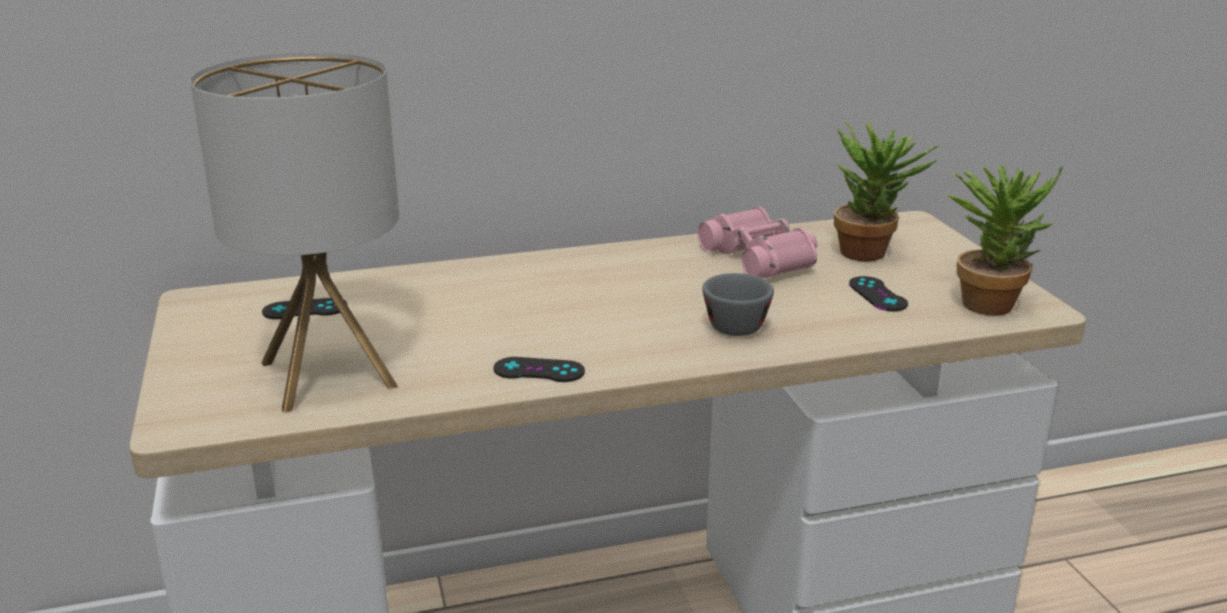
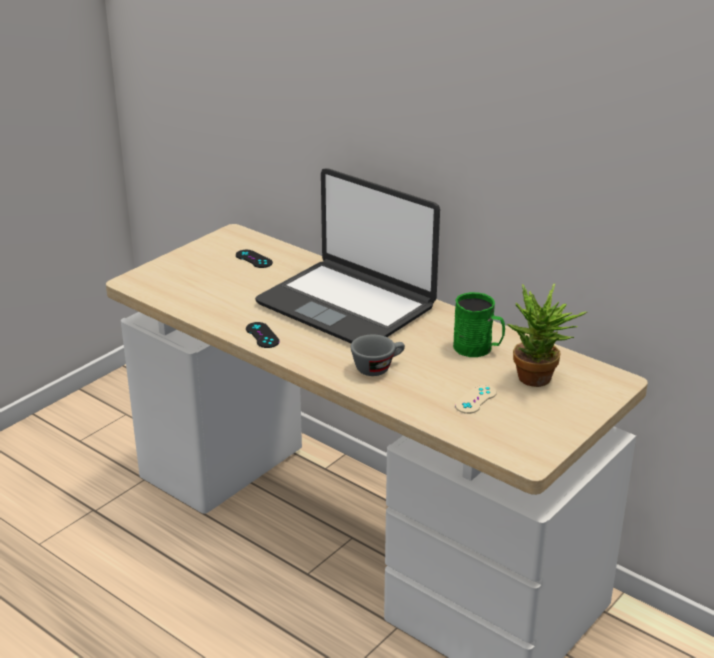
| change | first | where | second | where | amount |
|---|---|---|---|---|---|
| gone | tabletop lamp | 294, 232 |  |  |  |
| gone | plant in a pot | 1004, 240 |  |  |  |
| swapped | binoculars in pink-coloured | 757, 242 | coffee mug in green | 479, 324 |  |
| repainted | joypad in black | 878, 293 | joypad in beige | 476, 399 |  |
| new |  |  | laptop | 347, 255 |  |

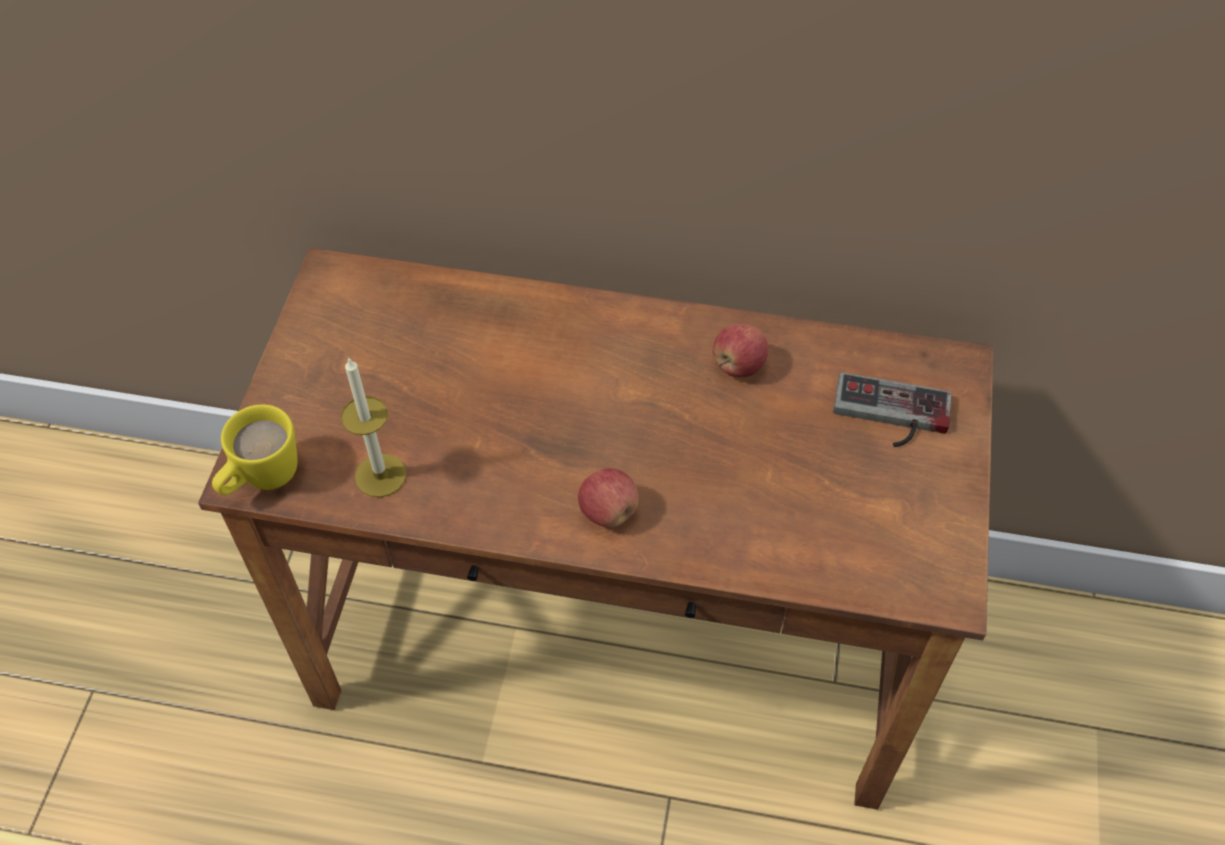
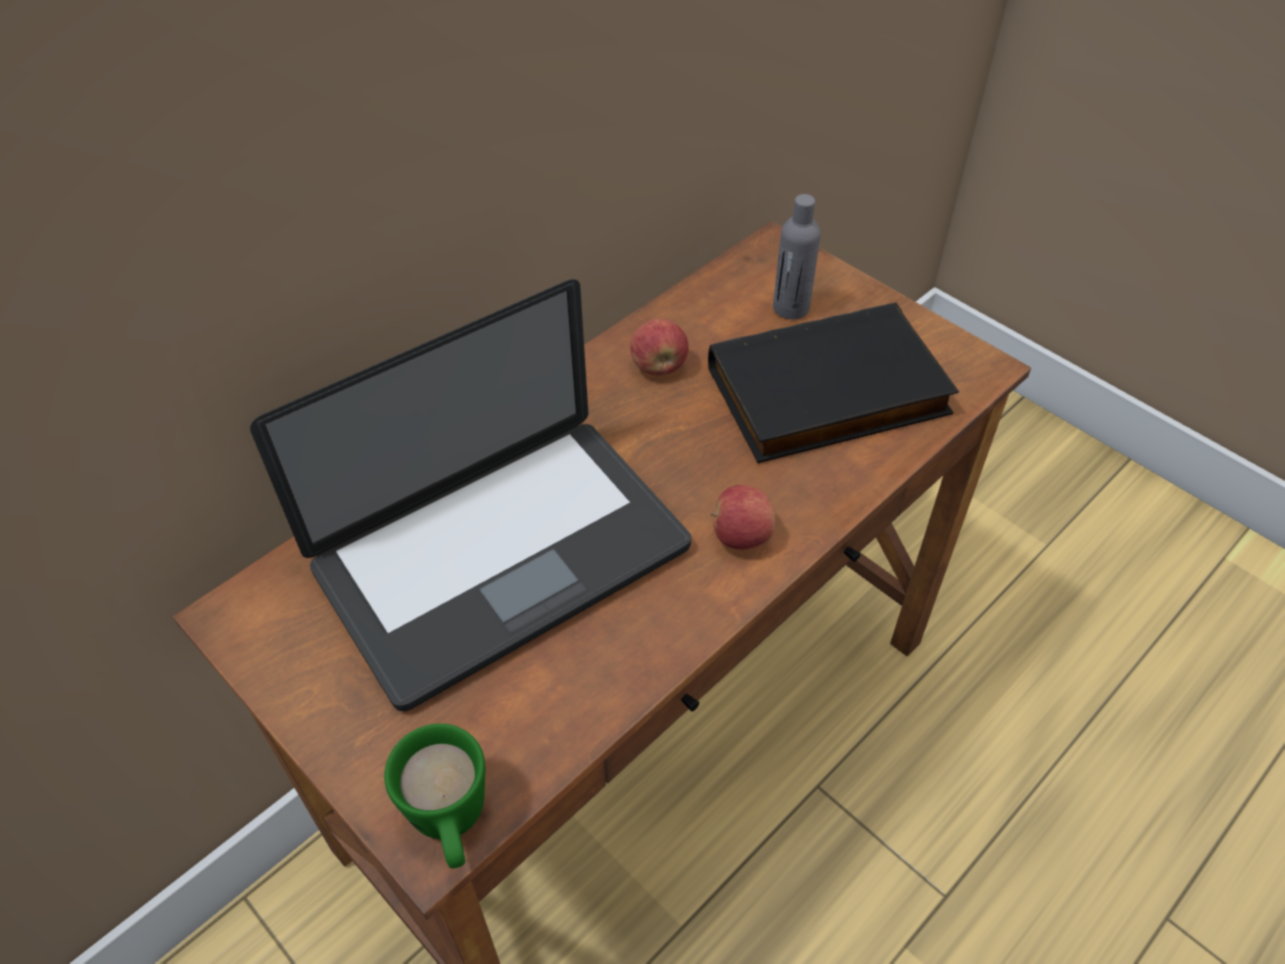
| change | first | where | second | where | amount |
|---|---|---|---|---|---|
| gone | wax candle | 373, 427 |  |  |  |
| swapped | joypad | 892, 409 | drink bottle in grey | 797, 256 |  |
| repainted | coffee mug in yellow-coloured | 255, 449 | coffee mug in green | 434, 796 |  |
| new |  |  | laptop | 470, 495 |  |
| new |  |  | bound book in black | 833, 382 |  |

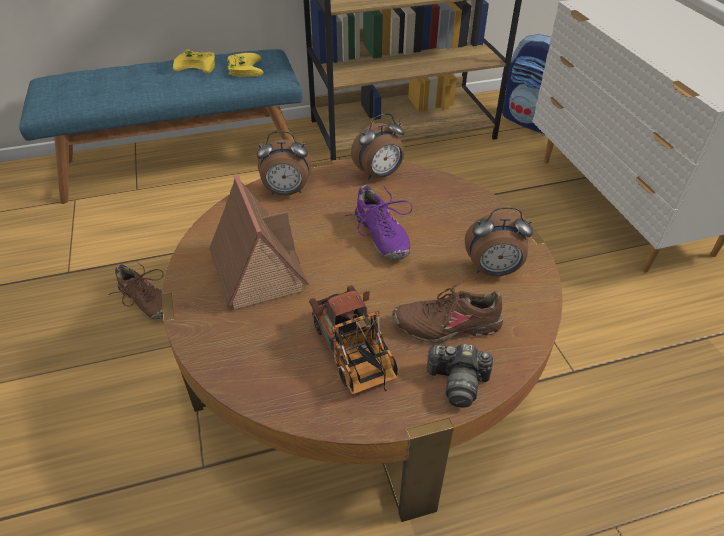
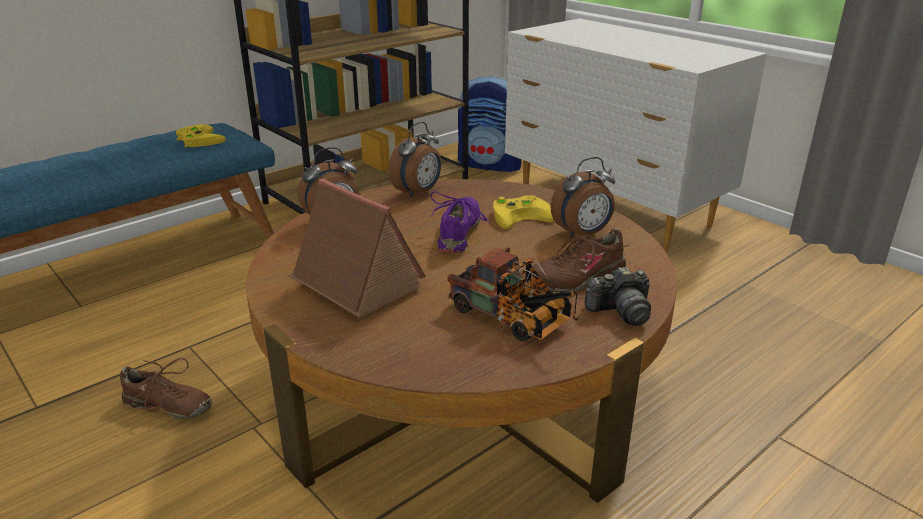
| change | first | where | second | where | amount |
|---|---|---|---|---|---|
| shifted | joypad in yellow-coloured | 194, 61 |  | 523, 212 |  |
| rotated | low shoe in purple | 379, 222 |  | 460, 222 | 120 degrees counterclockwise |

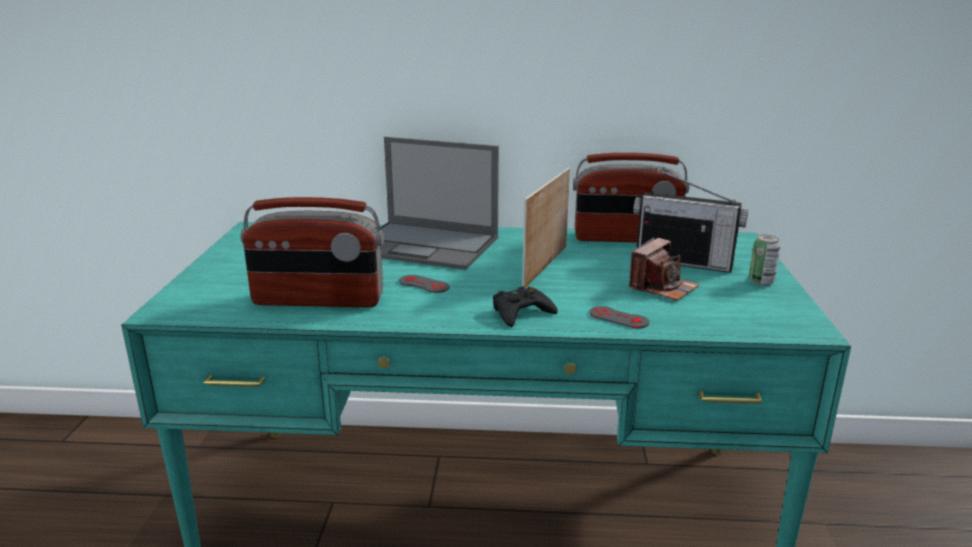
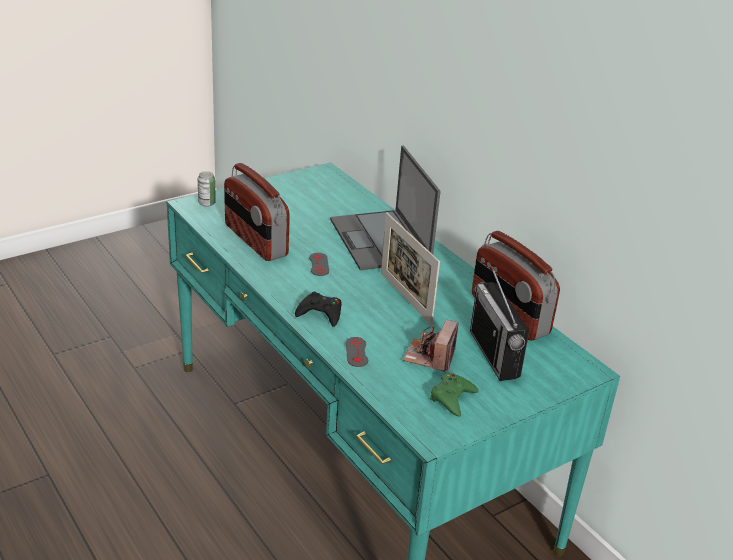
| change | first | where | second | where | amount |
|---|---|---|---|---|---|
| rotated | picture frame | 546, 227 |  | 410, 269 | 105 degrees counterclockwise |
| shifted | metal can | 765, 260 |  | 207, 189 |  |
| rotated | still camera | 664, 269 |  | 431, 346 | 105 degrees clockwise |
| new |  |  | joypad in green | 454, 395 |  |

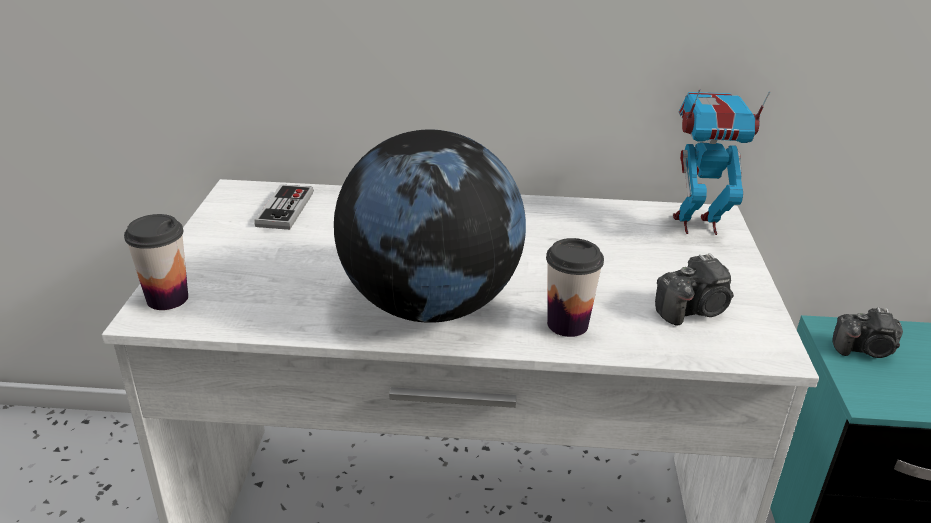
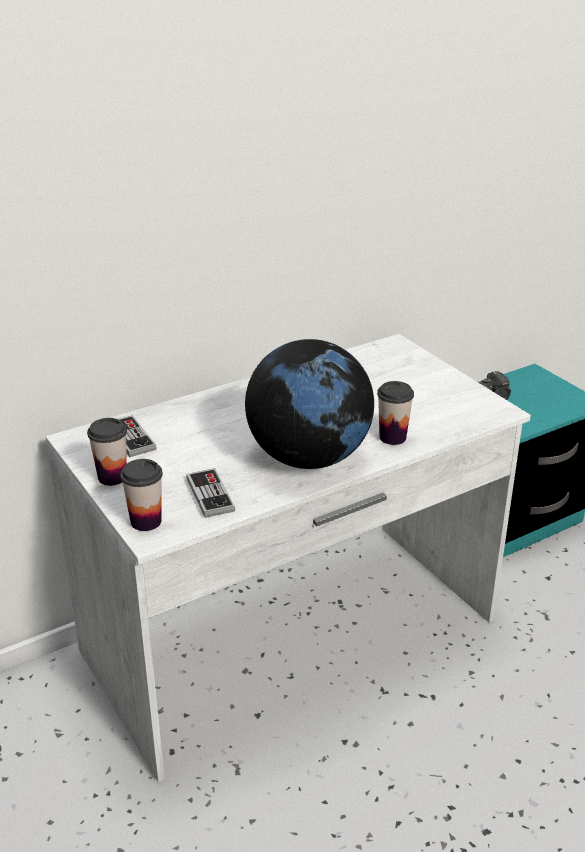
| change | first | where | second | where | amount |
|---|---|---|---|---|---|
| gone | robot figure | 721, 162 |  |  |  |
| gone | still camera | 694, 289 |  |  |  |
| new |  |  | drinking cup | 107, 452 |  |
| new |  |  | joypad | 210, 493 |  |

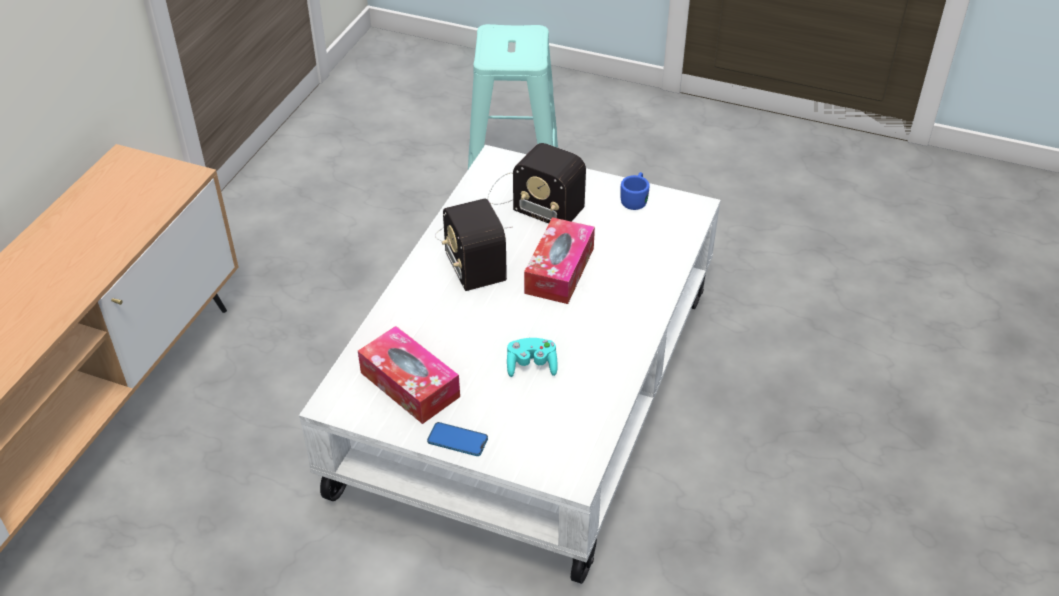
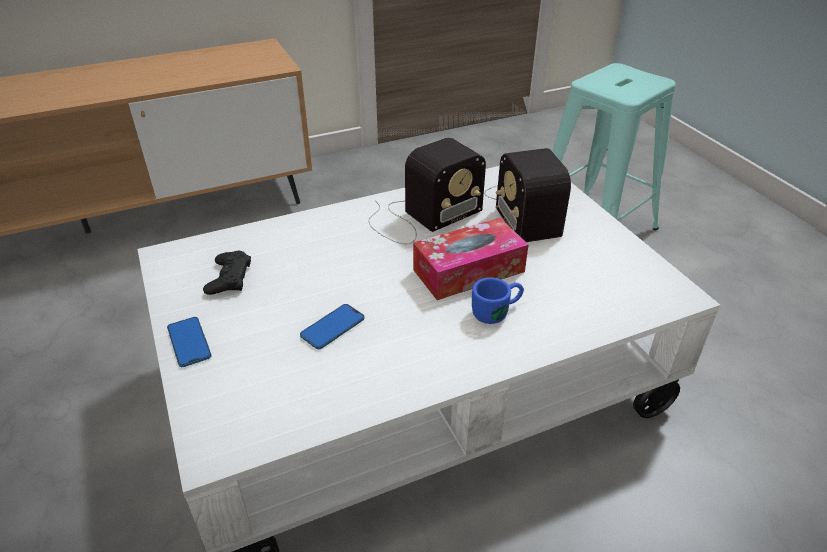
| change | first | where | second | where | amount |
|---|---|---|---|---|---|
| shifted | coffee mug in bluish | 635, 191 |  | 498, 300 |  |
| rotated | radio receiver | 474, 244 |  | 427, 190 | 150 degrees counterclockwise |
| swapped | box of tissues | 409, 375 | joypad in black | 227, 273 |  |
| swapped | joypad in turquoise | 532, 357 | handset | 332, 327 |  |

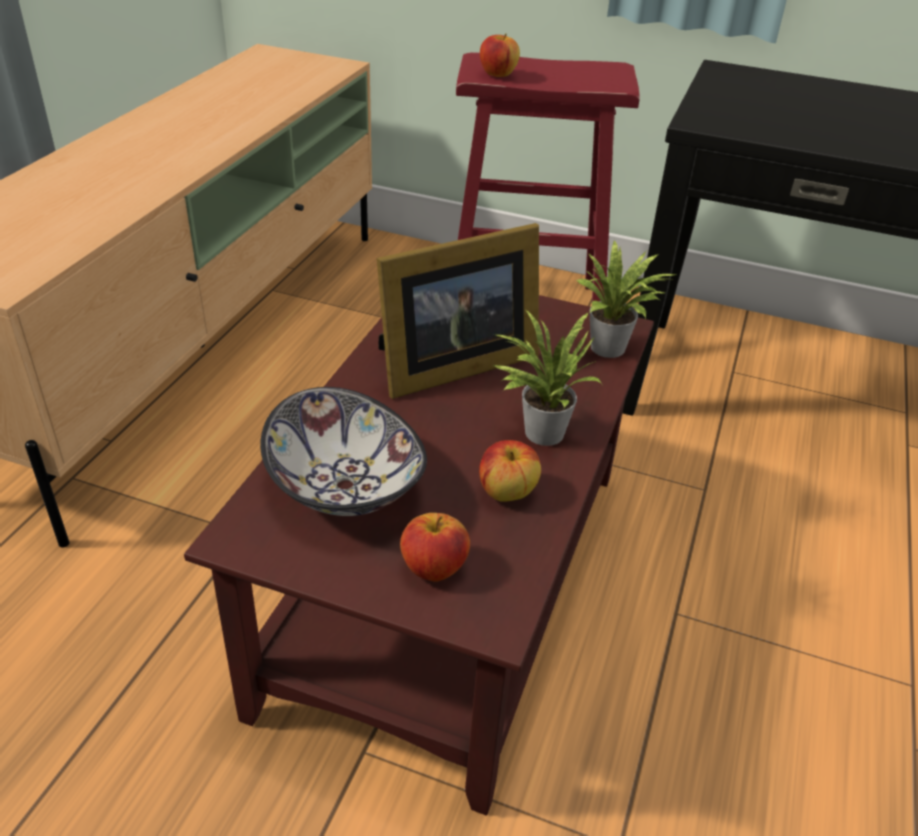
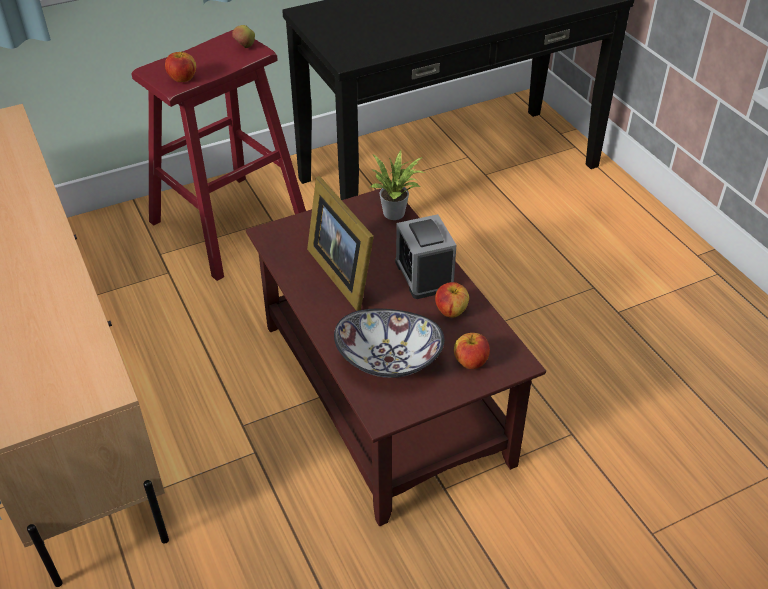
| change | first | where | second | where | amount |
|---|---|---|---|---|---|
| rotated | picture frame | 458, 311 |  | 340, 243 | 135 degrees clockwise |
| swapped | plant in a pot | 547, 377 | table clock | 425, 256 |  |
| new |  |  | apple | 243, 36 |  |

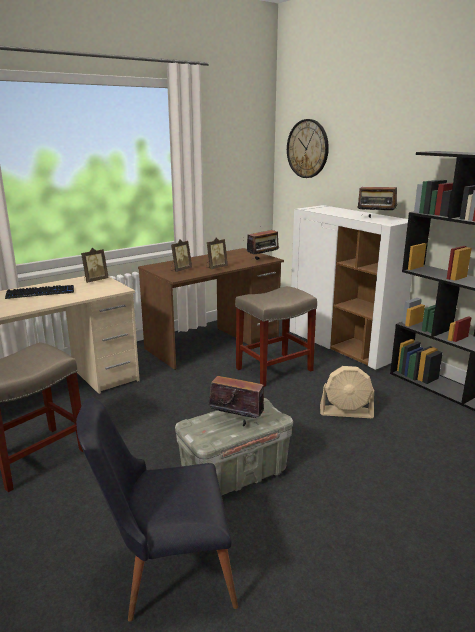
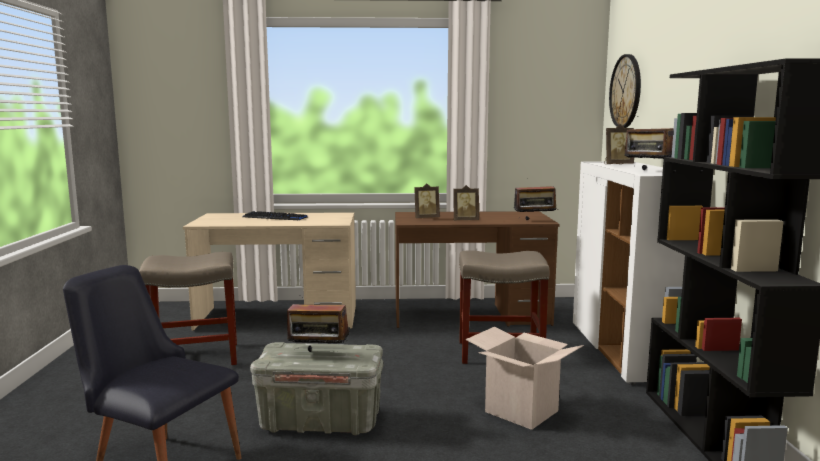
| change | first | where | second | where | amount |
|---|---|---|---|---|---|
| shifted | picture frame | 94, 265 |  | 619, 144 |  |
| swapped | fan in beige | 347, 392 | carton | 525, 378 |  |
| rotated | radio receiver | 236, 398 |  | 318, 323 | 135 degrees clockwise |

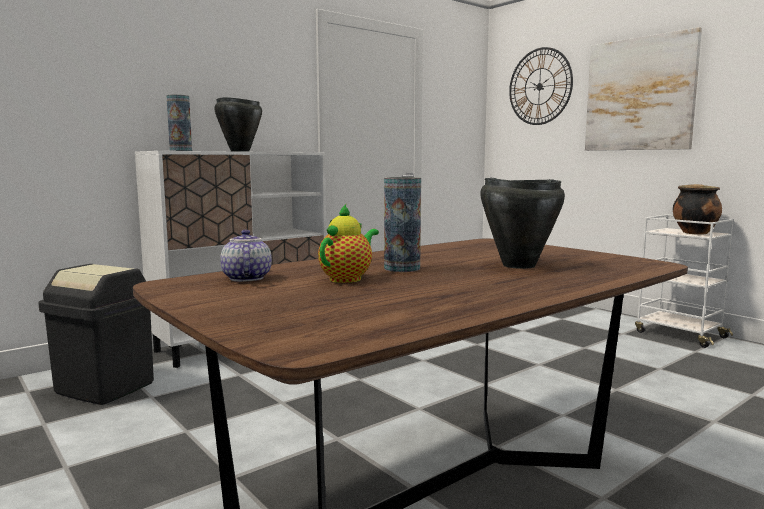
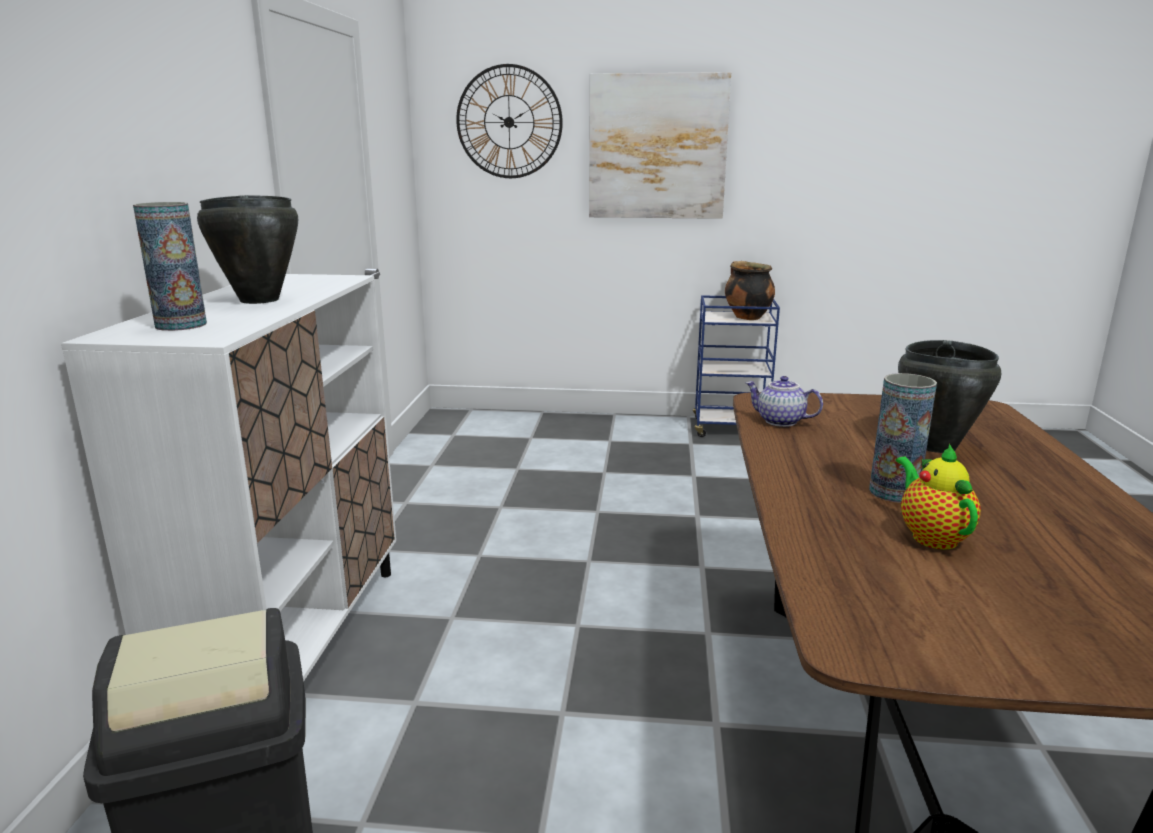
| change | first | where | second | where | amount |
|---|---|---|---|---|---|
| repainted | wheeled cart in white-coloured | 684, 281 | wheeled cart in bluish | 736, 366 |  |
| shifted | teapot | 246, 256 |  | 784, 401 |  |

